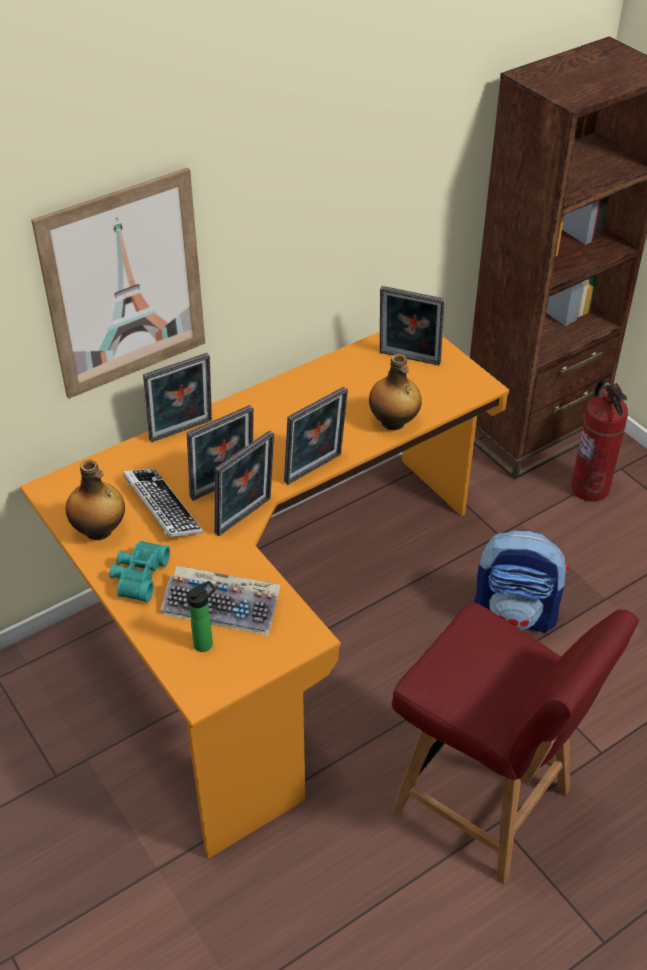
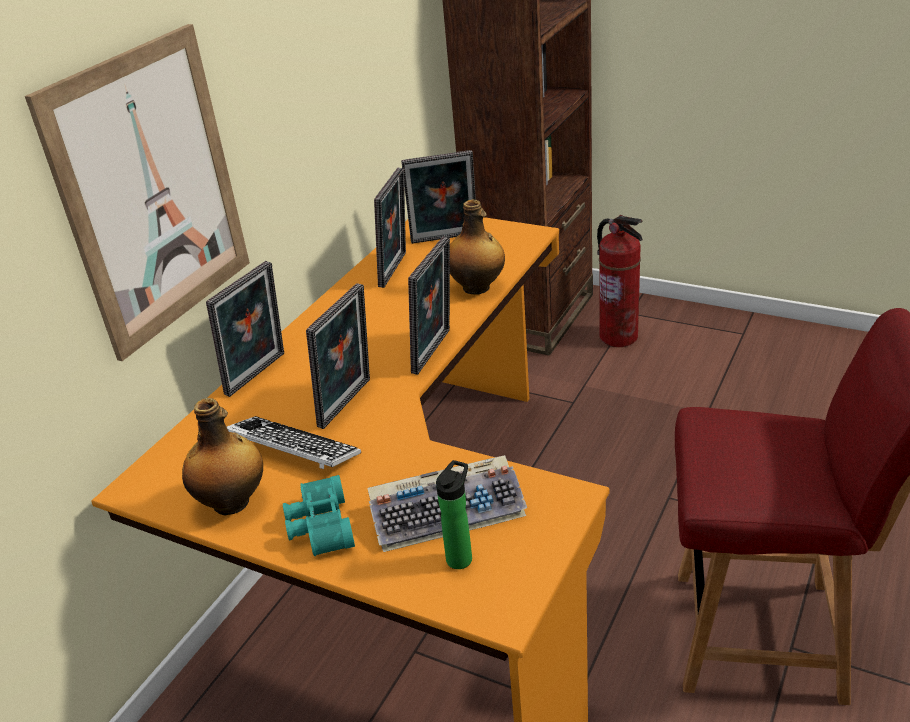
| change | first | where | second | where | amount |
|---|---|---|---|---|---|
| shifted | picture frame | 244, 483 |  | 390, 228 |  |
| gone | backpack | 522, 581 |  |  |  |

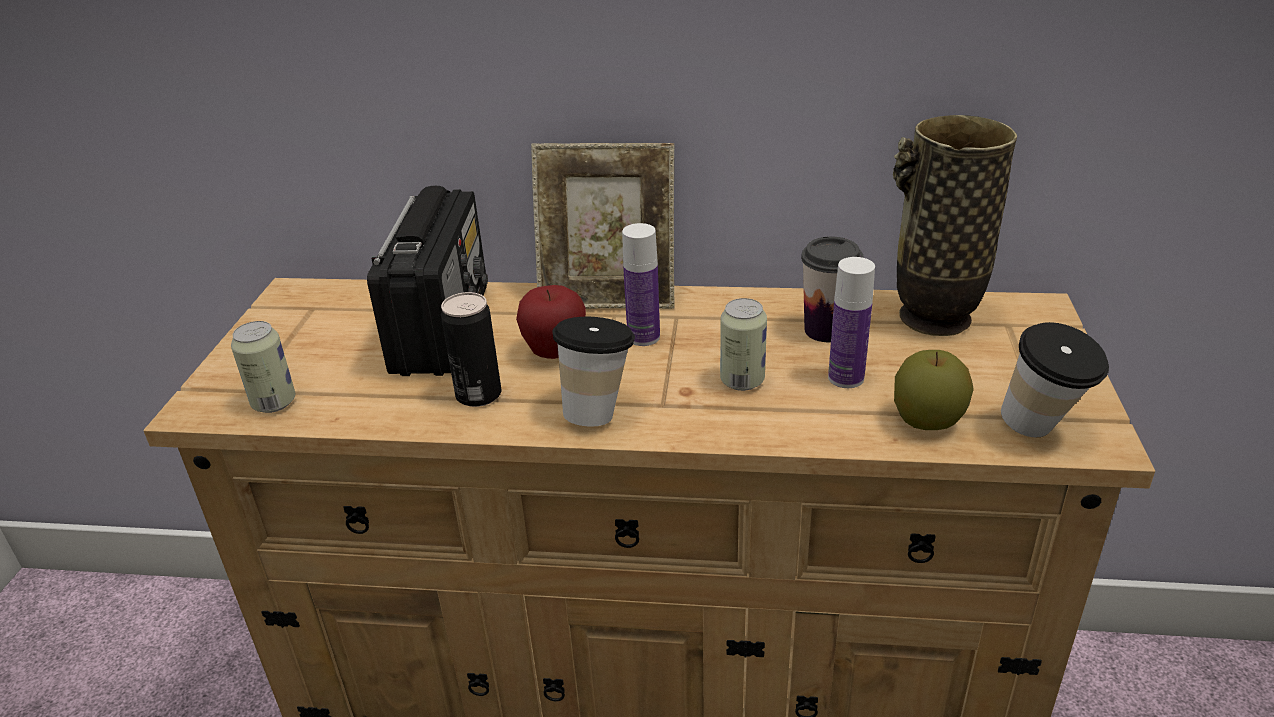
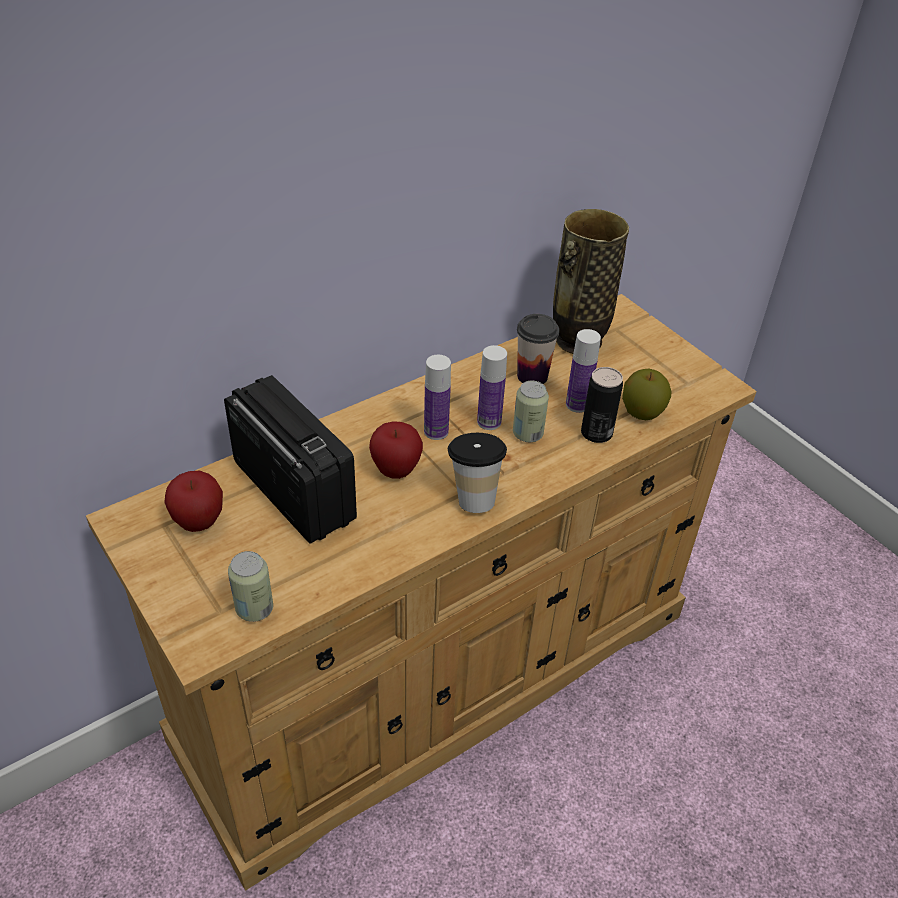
| change | first | where | second | where | amount |
|---|---|---|---|---|---|
| gone | picture frame | 603, 226 |  |  |  |
| shifted | metal can | 471, 349 |  | 602, 405 |  |
| gone | drinking cup | 1055, 379 |  |  |  |
| new |  |  | drink bottle | 492, 387 |  |
| new |  |  | apple | 193, 501 |  |

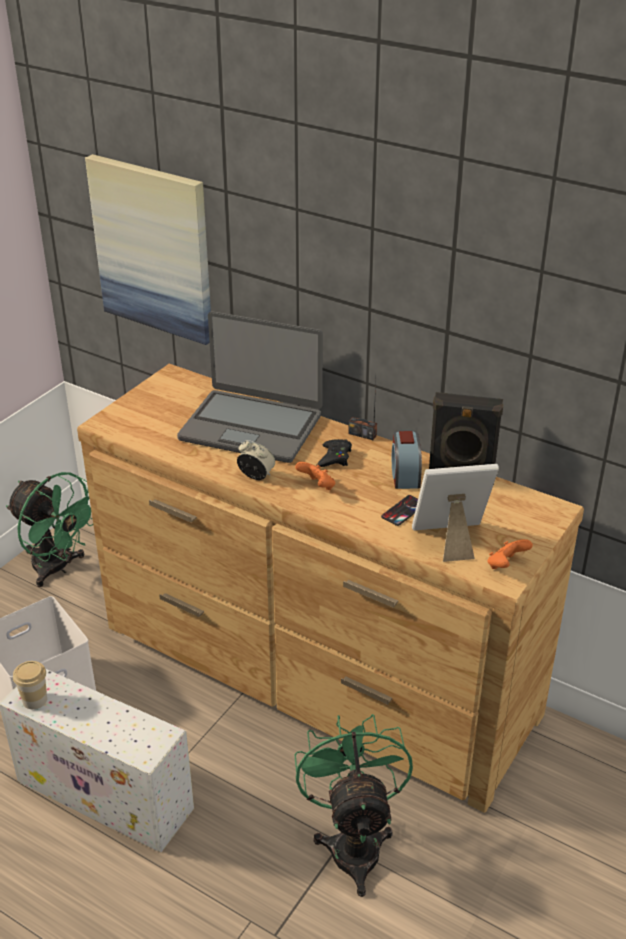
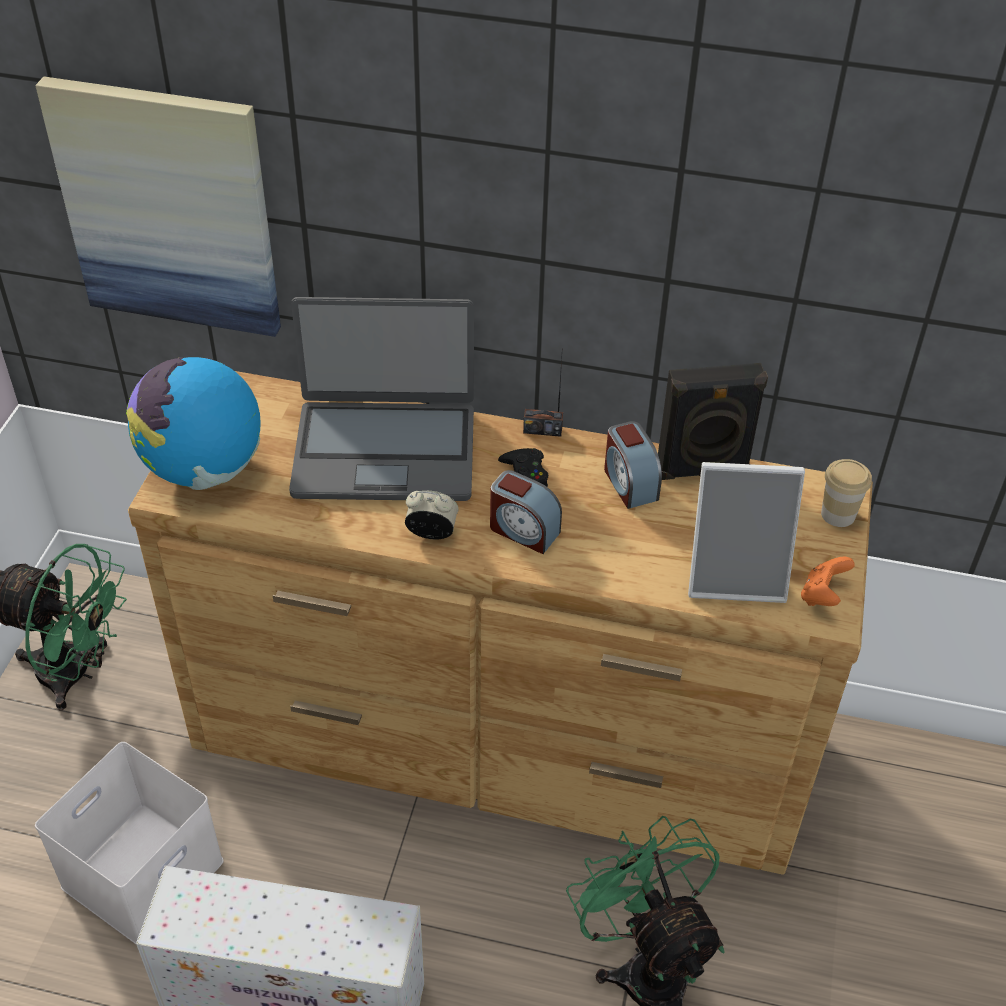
| change | first | where | second | where | amount |
|---|---|---|---|---|---|
| swapped | joypad in orange-coloured | 315, 476 | table clock | 526, 512 |  |
| rotated | picture frame | 455, 513 |  | 746, 532 | 150 degrees counterclockwise |
| gone | handset | 399, 510 |  |  |  |
| shifted | drinking cup | 30, 685 |  | 846, 493 |  |
| new |  |  | desk globe | 193, 423 |  |

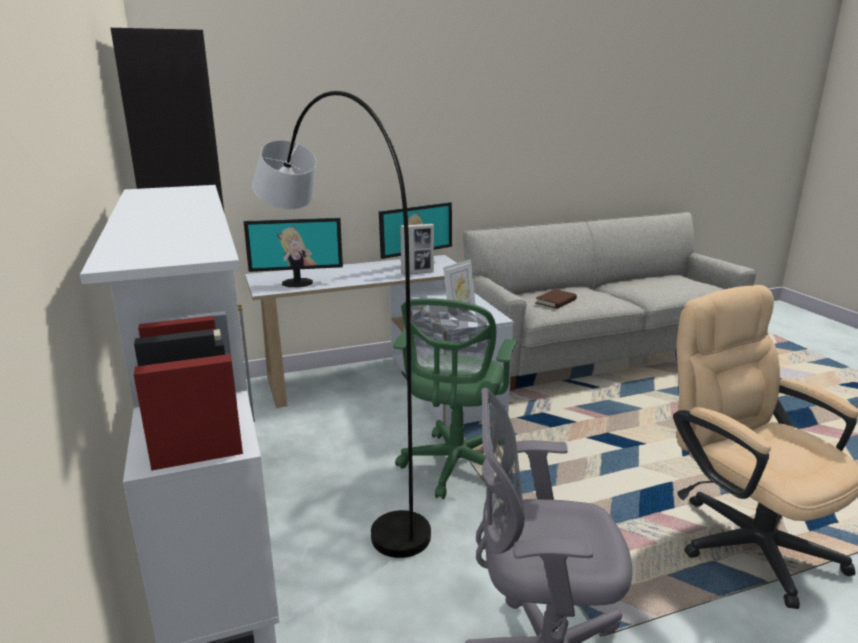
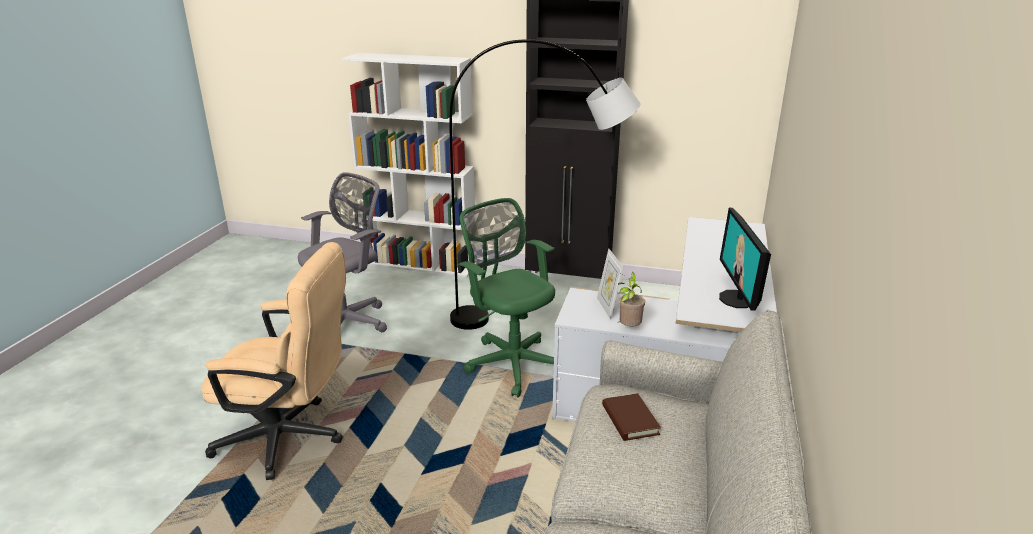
| change | first | where | second | where | amount |
|---|---|---|---|---|---|
| gone | computer display | 293, 252 |  |  |  |
| gone | picture frame | 417, 249 |  |  |  |
| new |  |  | plant in a pot | 631, 299 |  |

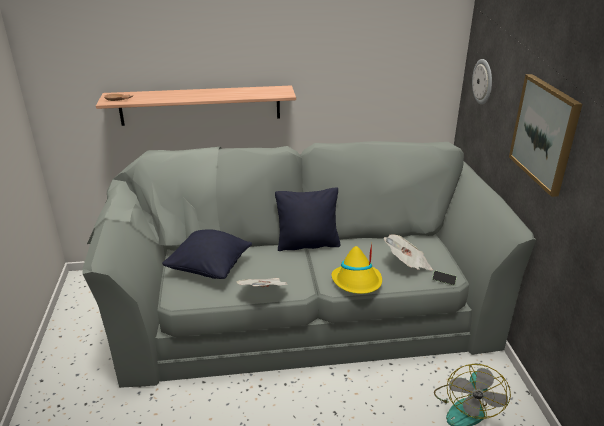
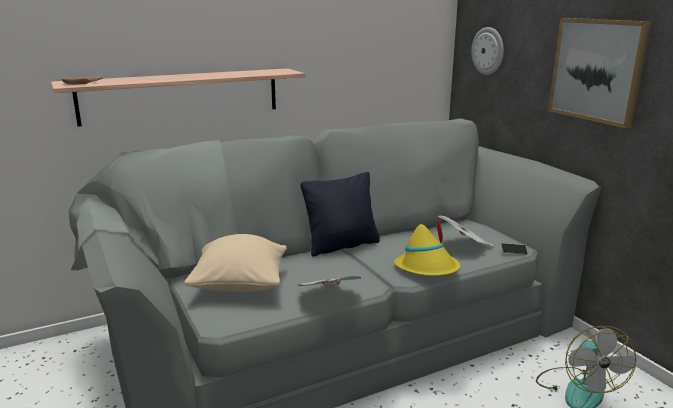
| change | first | where | second | where | amount |
|---|---|---|---|---|---|
| repainted | pillow in black | 207, 254 | pillow in beige | 235, 263 |  |

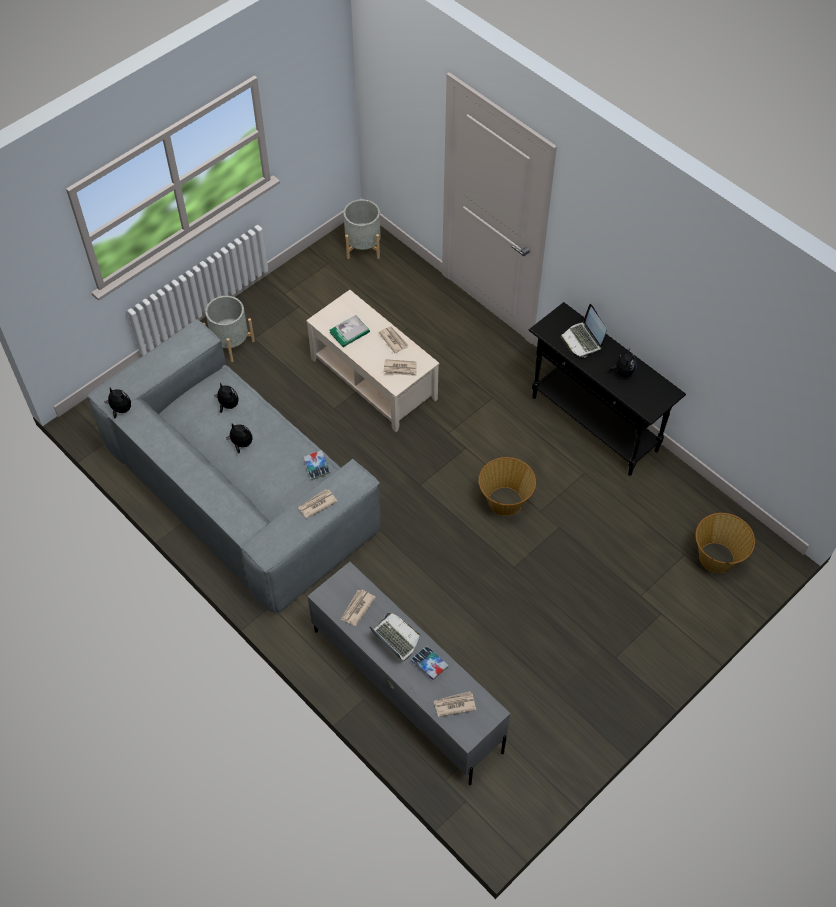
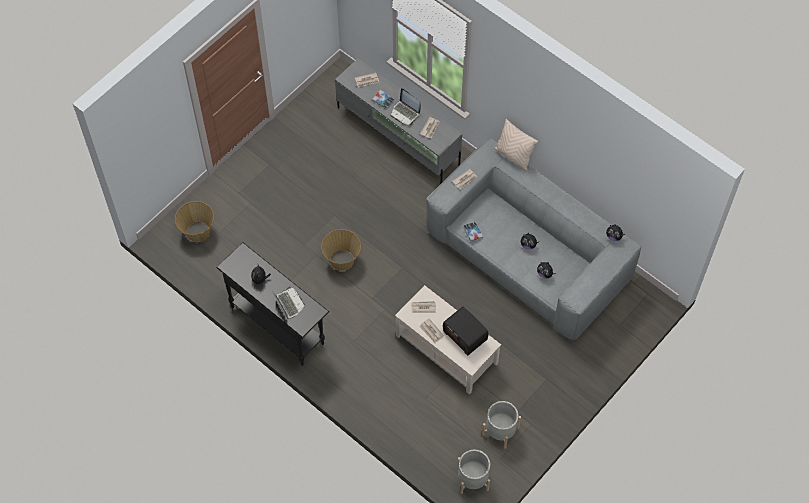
| change | first | where | second | where | amount |
|---|---|---|---|---|---|
| shifted | plant pot in grey | 229, 329 |  | 501, 425 |  |
| swapped | bound book | 349, 331 | radio receiver | 465, 330 |  |
| new |  |  | pillow in beige | 516, 145 |  |

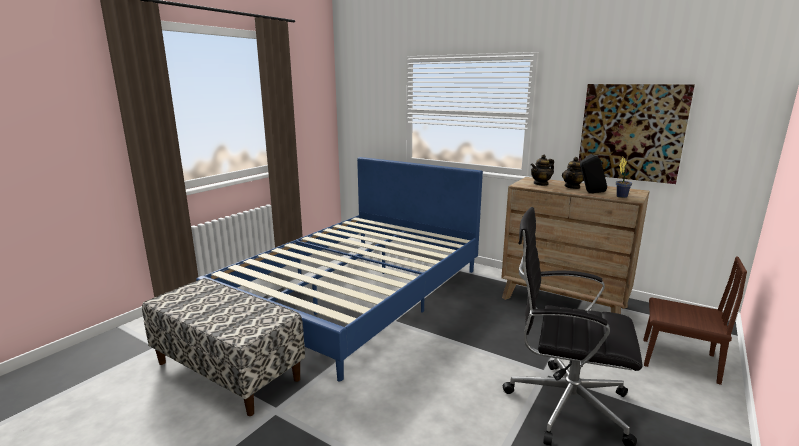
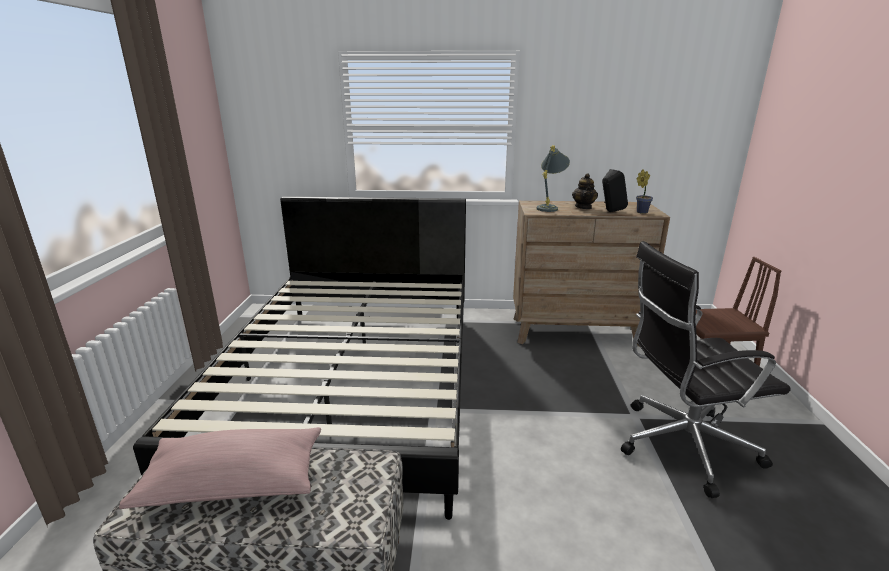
| change | first | where | second | where | amount |
|---|---|---|---|---|---|
| gone | wall picture | 637, 134 |  |  |  |
| swapped | teapot | 542, 170 | tabletop lamp in grey | 553, 178 |  |
| repainted | bedroom bed in bluish | 339, 269 | bedroom bed in black | 299, 358 |  |
| new |  |  | pillow in pink-coloured | 220, 468 |  |

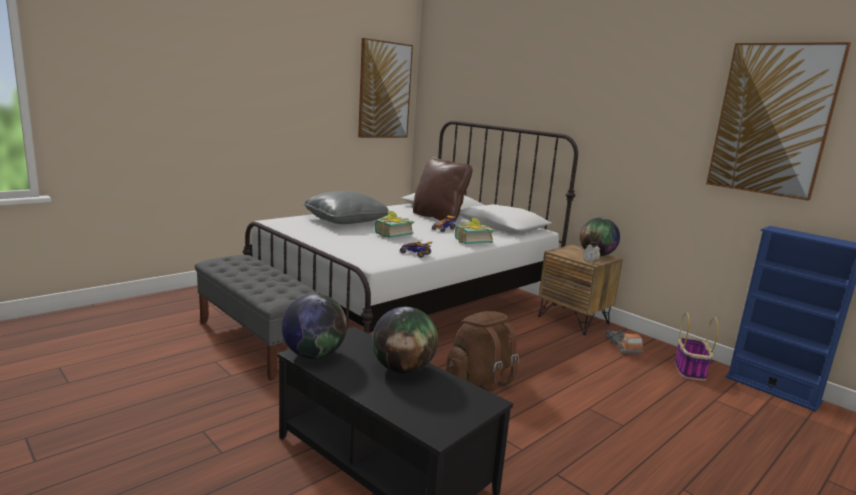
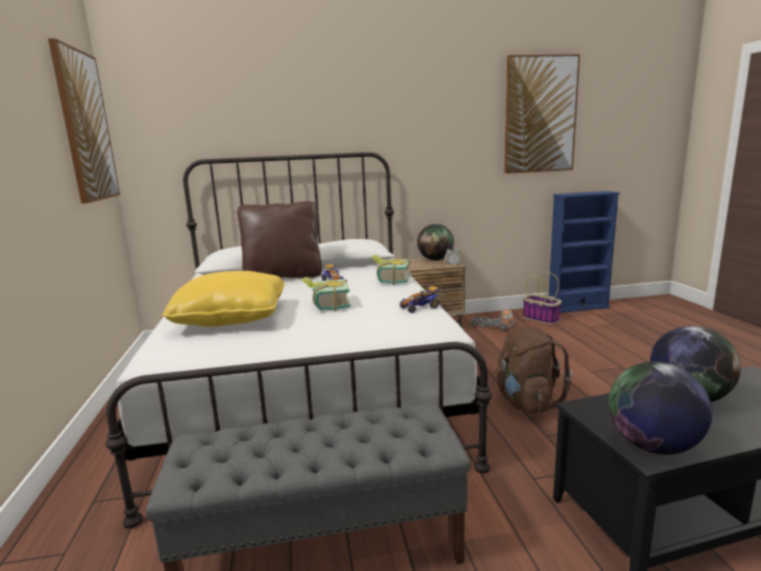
| change | first | where | second | where | amount |
|---|---|---|---|---|---|
| repainted | pillow in grey | 346, 207 | pillow in yellow-coloured | 223, 299 |  |

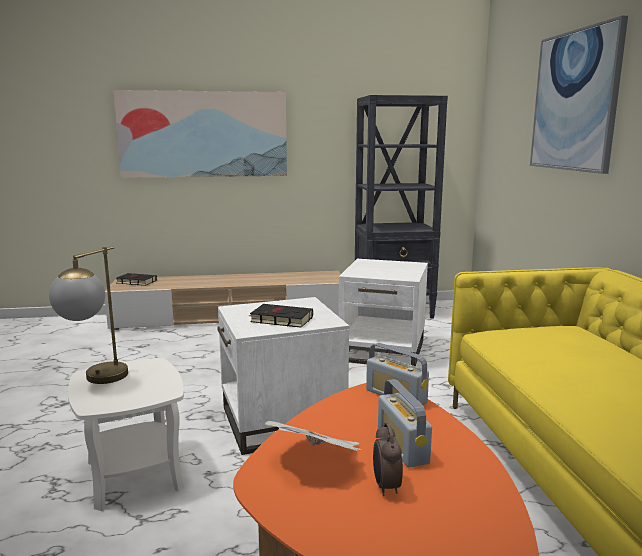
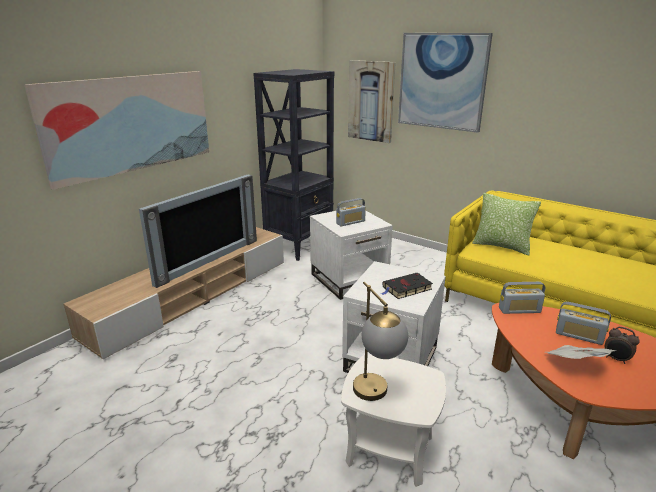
| change | first | where | second | where | amount |
|---|---|---|---|---|---|
| gone | bound book in black | 136, 279 |  |  |  |
| new |  |  | wall picture | 372, 101 |  |
| new |  |  | TV | 198, 231 |  |
| new |  |  | pillow | 506, 224 |  |
| new |  |  | radio receiver | 351, 212 |  |

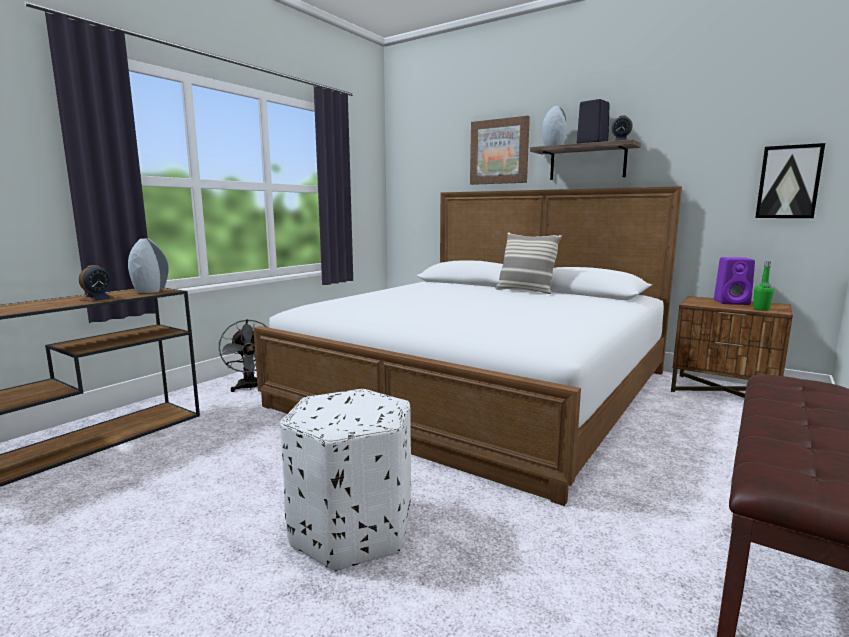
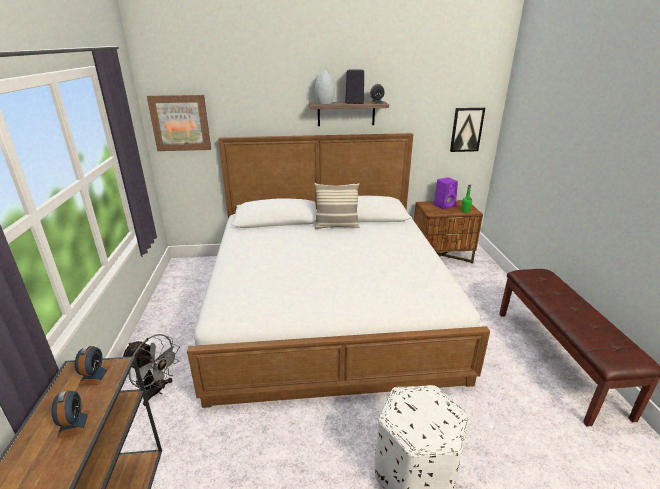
| change | first | where | second | where | amount |
|---|---|---|---|---|---|
| shifted | wall picture | 500, 150 |  | 179, 123 |  |
| swapped | decorative vase in grey | 148, 265 | table clock | 92, 366 |  |

